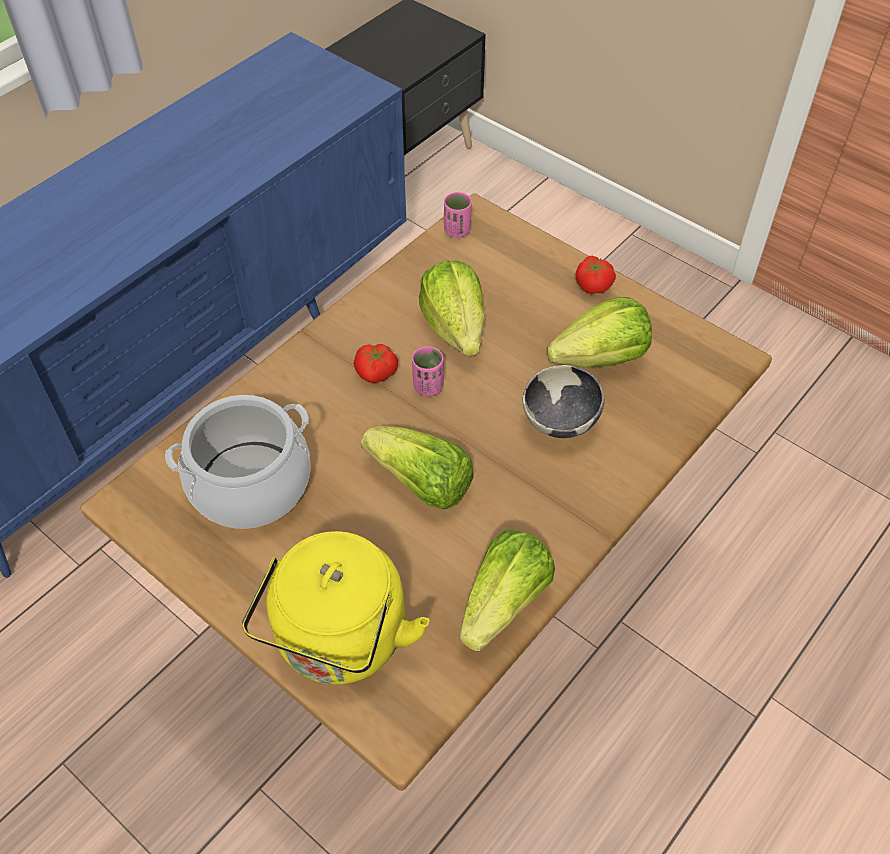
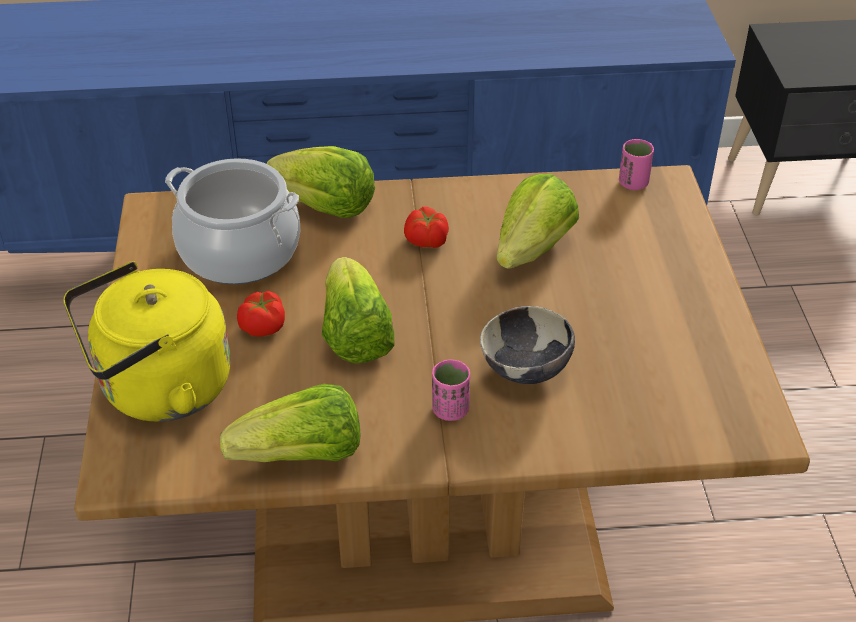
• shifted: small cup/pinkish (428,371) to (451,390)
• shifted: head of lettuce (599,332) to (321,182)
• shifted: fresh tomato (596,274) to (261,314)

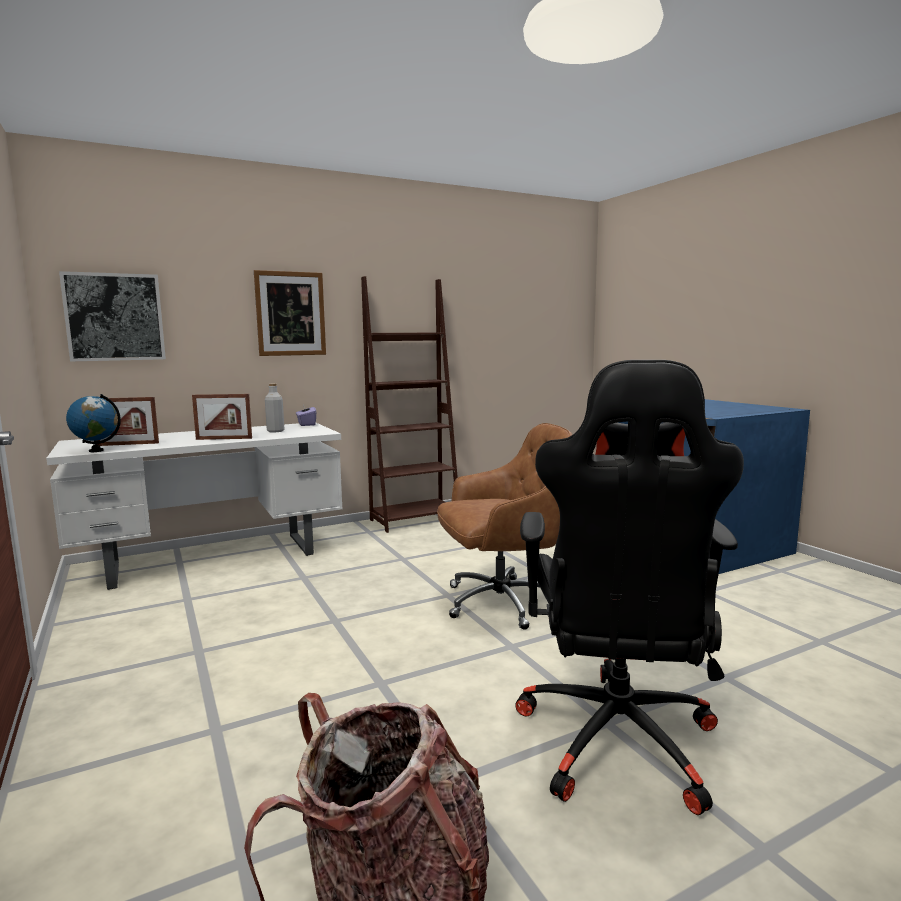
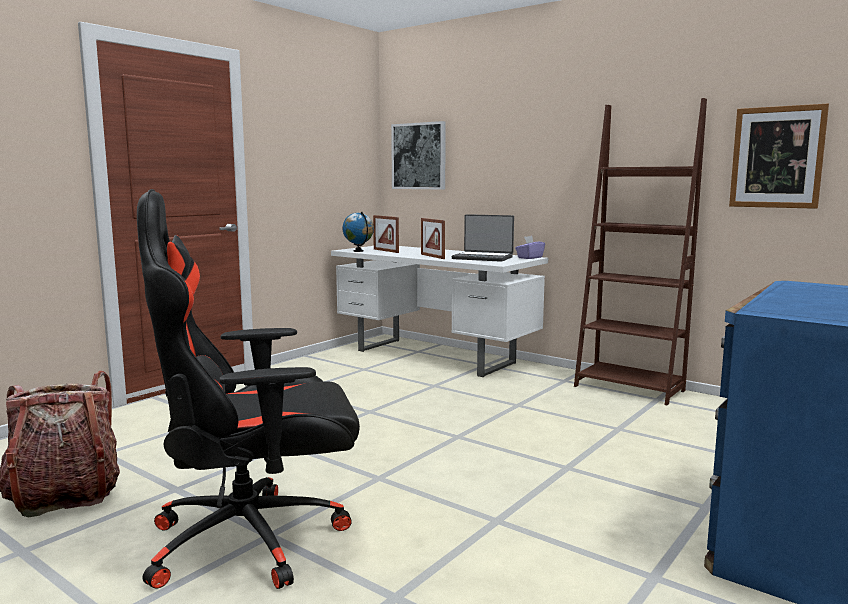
• gone: desk chair/brownish (504,526)
• shifted: wall art (290,313) to (779,156)
• swapped: bottle/greyish (274,407) to laptop (483,238)

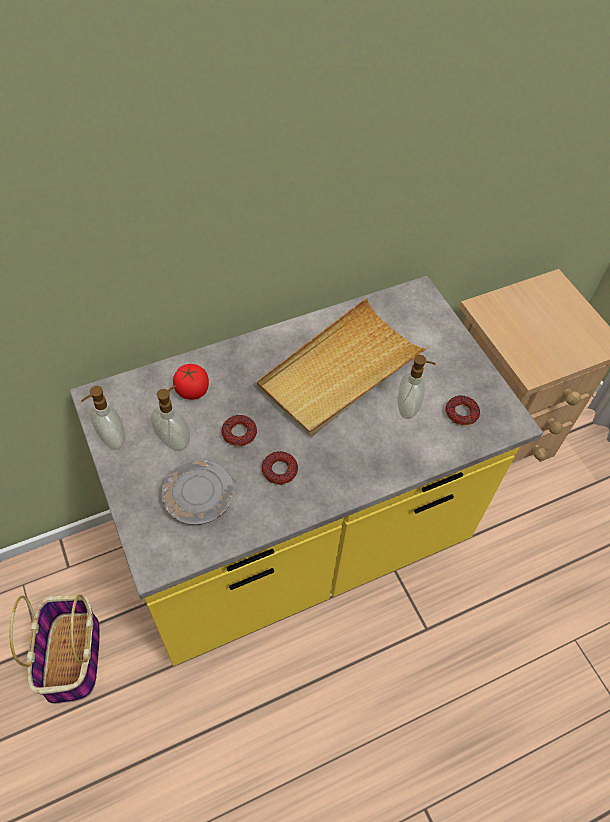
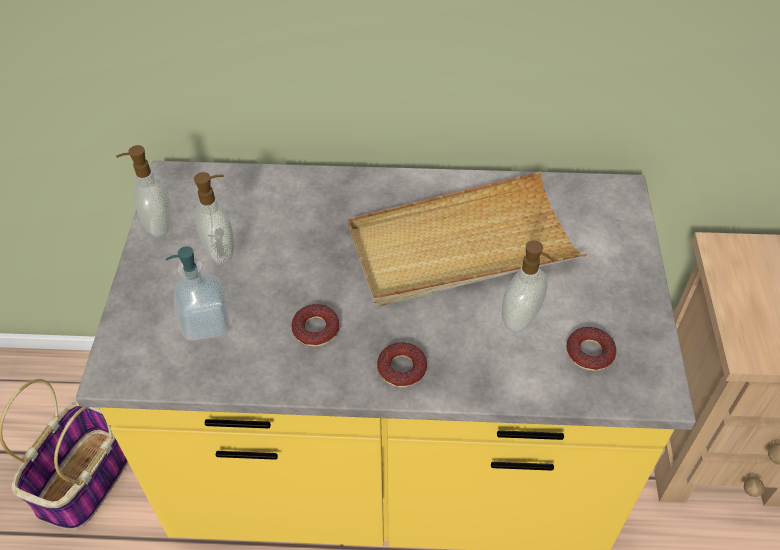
• gone: fresh tomato (191,382)
• shifted: doughnut (239,431) to (402,364)
• swapped: plate/greyish (197,492) to liquid soap bottle (197,293)

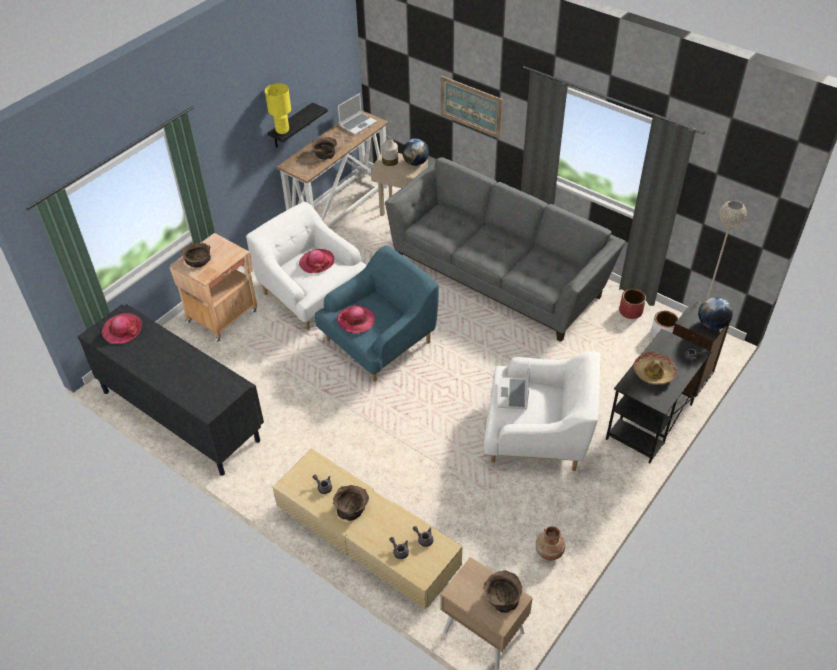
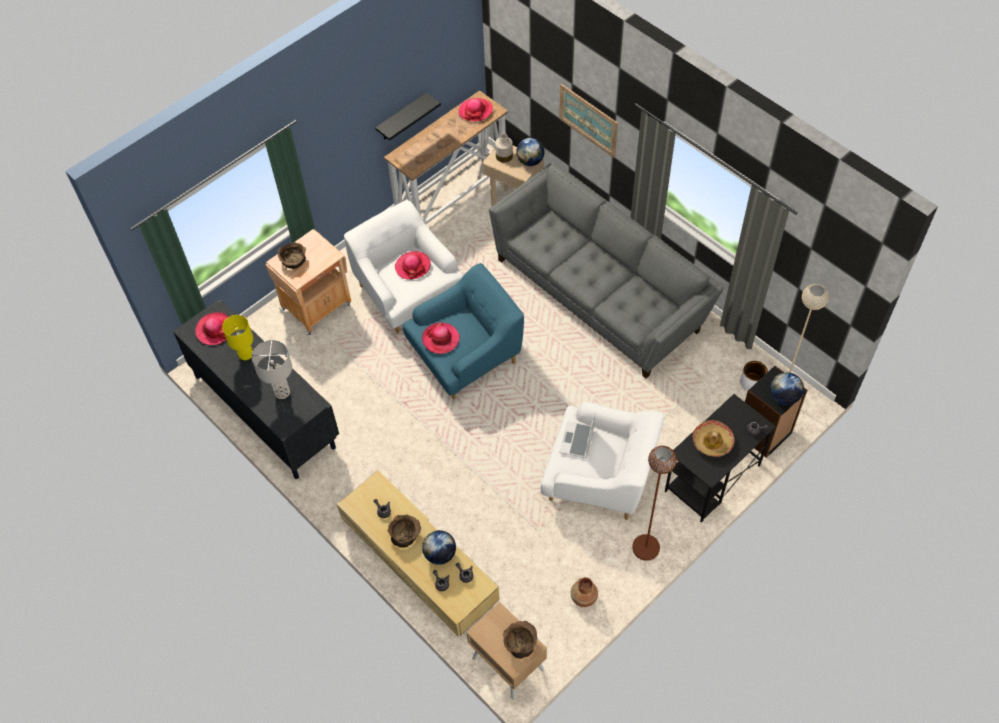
• gone: bowl/brownish (324,148)
• gone: flower pot/reddish (632,304)
• new: lamp for a table/white (272,369)
• new: desk globe (439,547)
• new: floor lamp/brownish (654,503)
• shifted: lamp for a table/yellow (278,108) to (237,337)
• swapped: laptop (357,114) to hat (475,109)

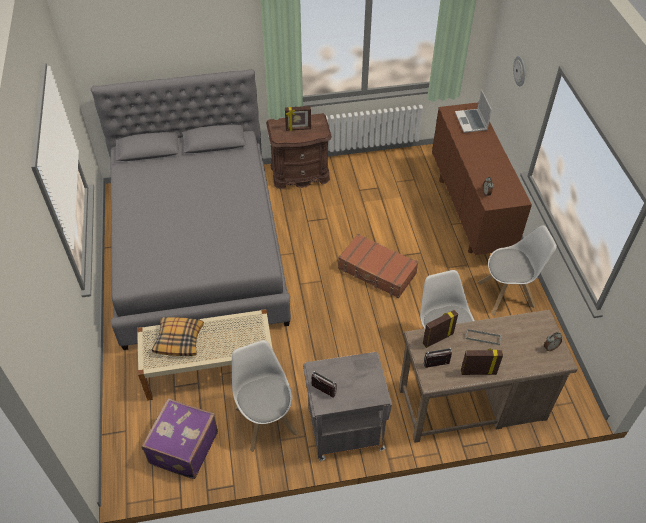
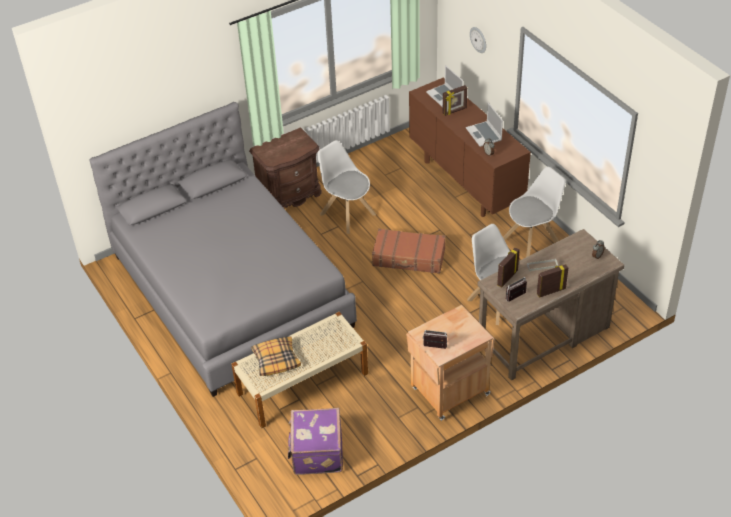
• new: laptop (484,124)
• shifted: upright chair (265,396) to (346,187)
• shifted: photo frame (298,118) to (455,100)
• repainted: trolley/greyish (347,406) to trolley/brownish (450,363)

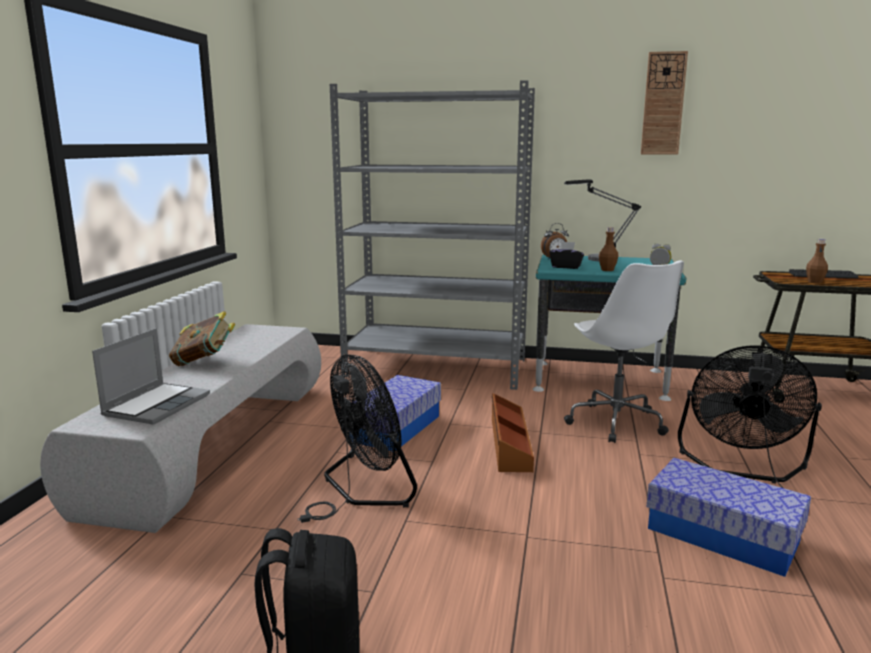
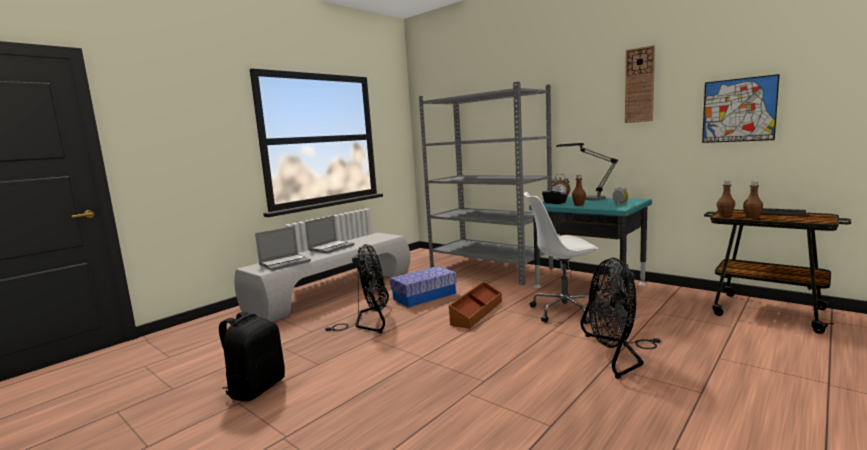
• gone: storage container (728,517)
• new: wall art (741,108)
• new: bottle/brownish (726,199)
• swapped: volume (202,338) to laptop (330,234)
• rotated: desk chair/white (624,351) = (561,258) 75 degrees clockwise
• rotated: fan/black (750,416) = (621,318) 135 degrees counterclockwise

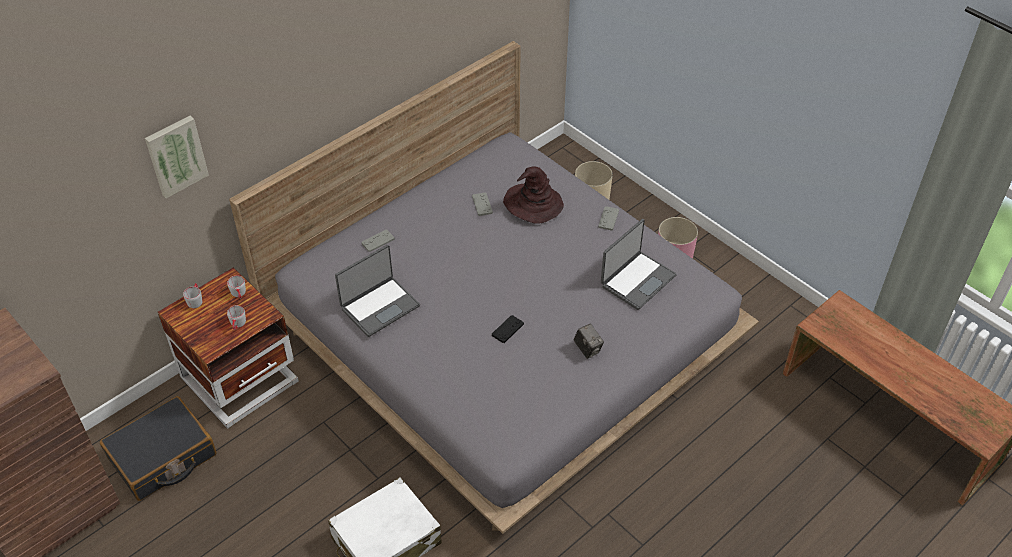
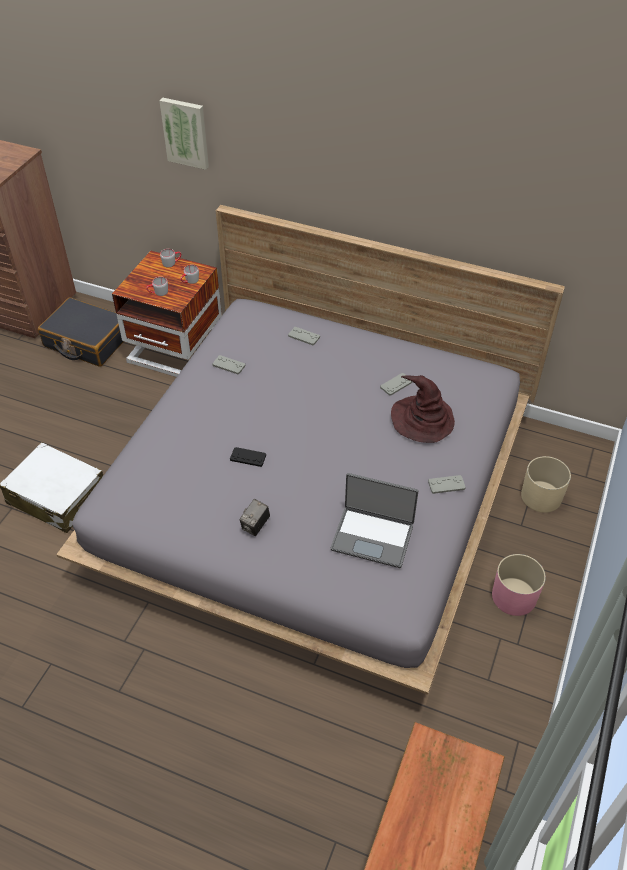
• swapped: laptop (377,291) to gamepad/greyish (229,364)

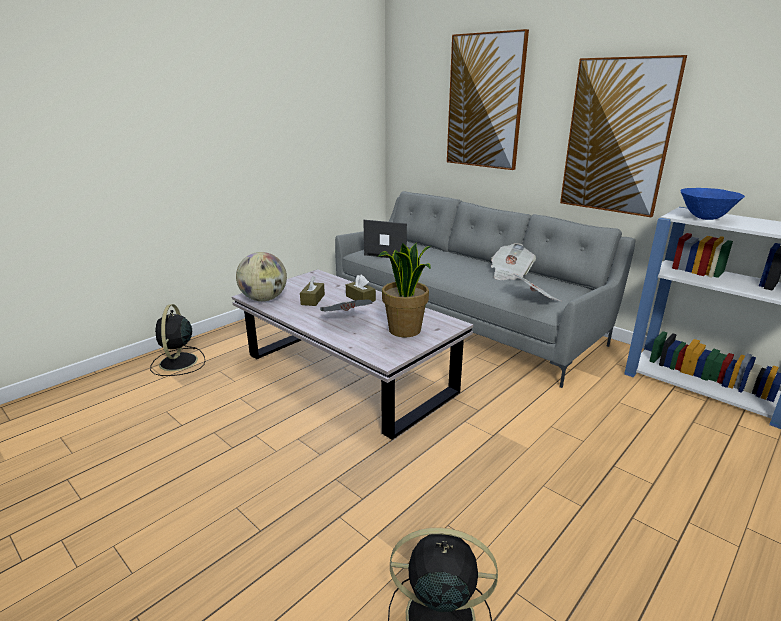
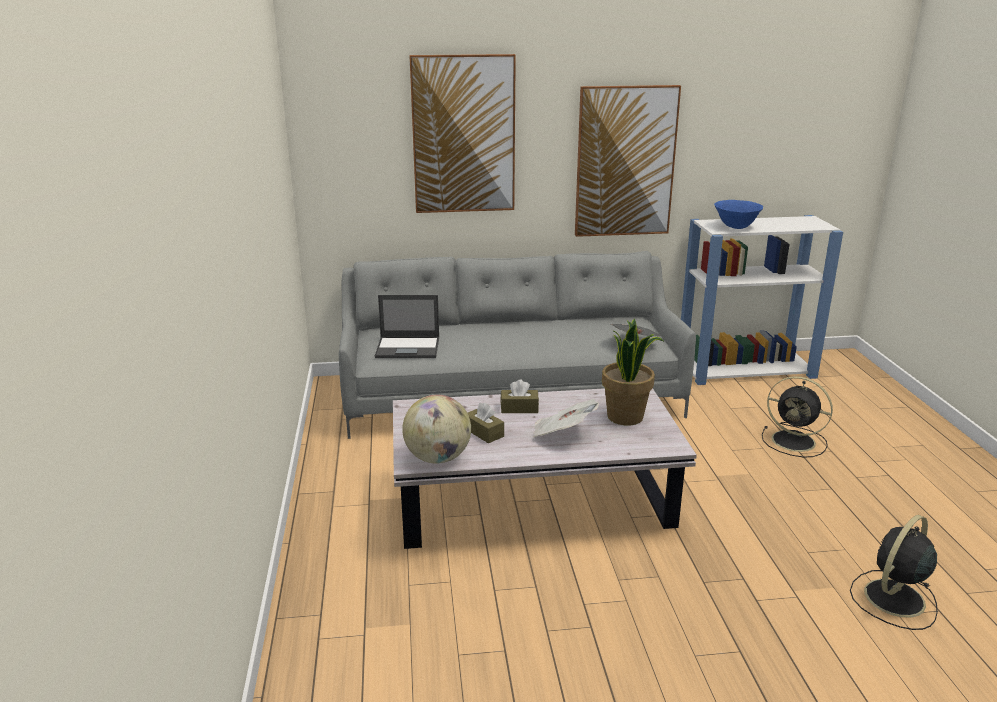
• gone: newspaper (513,261)
• shifted: fan/black (177,340) to (797,417)
• rotated: laptop (387,239) = (407,326) 150 degrees counterclockwise

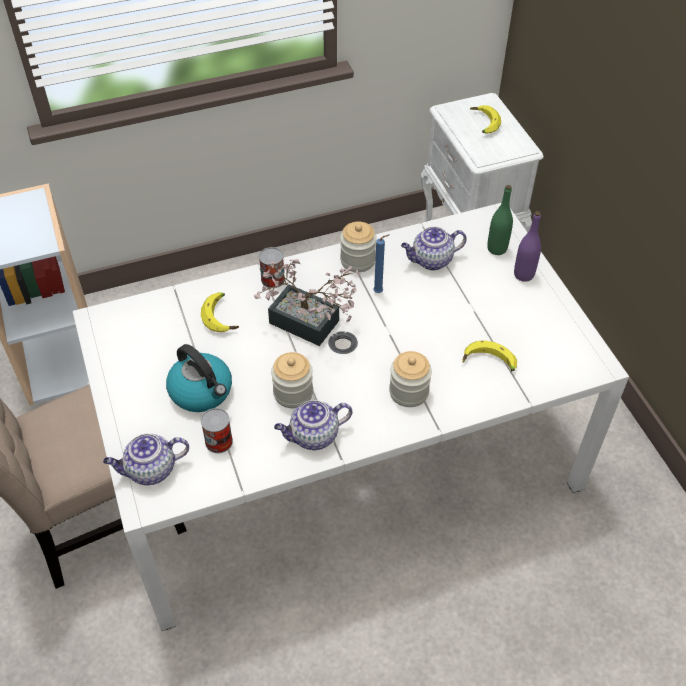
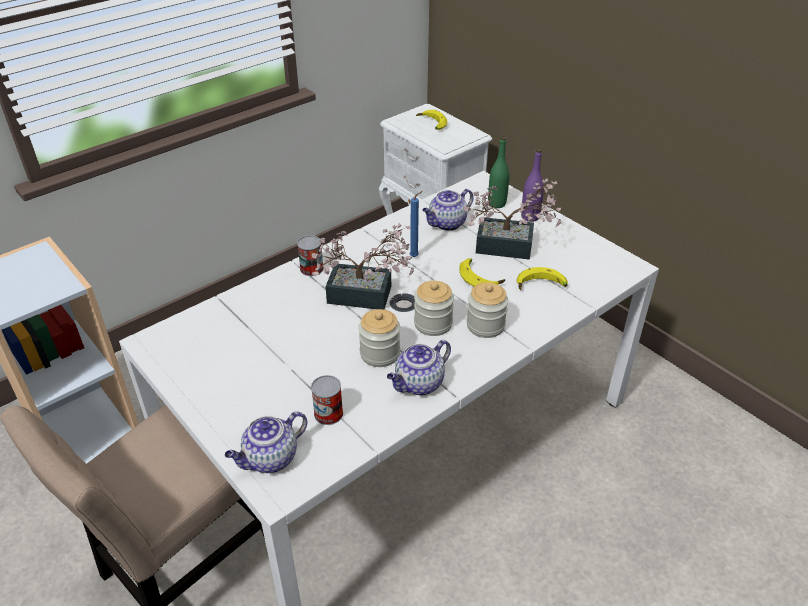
• gone: tea kettle (199,378)
• new: houseplant (512,219)
• shifted: whole banana (220,312) to (482,272)
• shifted: storage jar (358,247) to (434,308)

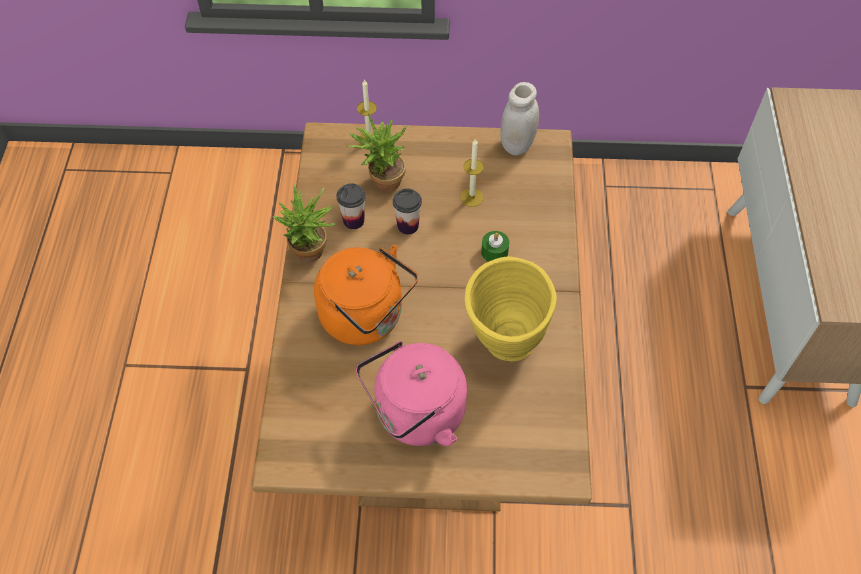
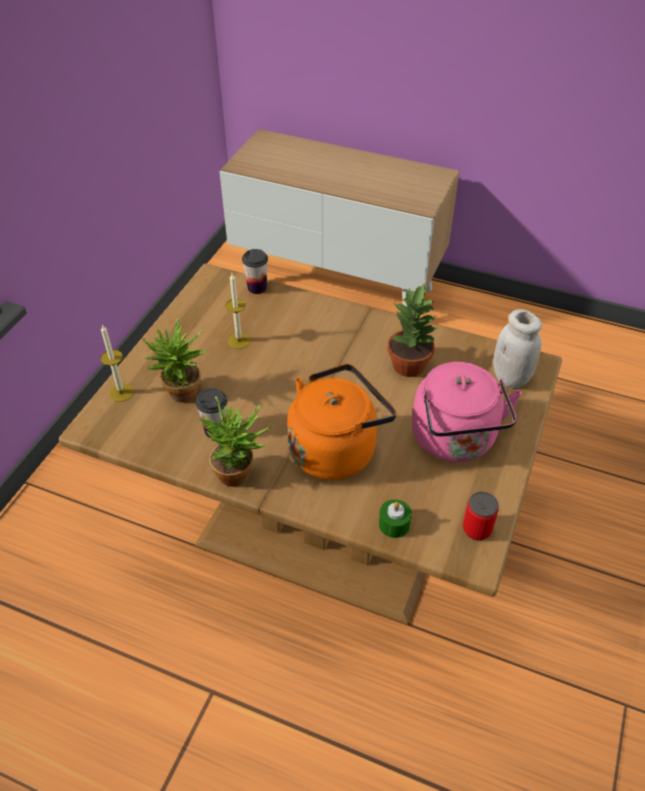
• new: metal can (481,516)
• shifted: small cup (407,211) to (255,271)
• shifted: candle/greenish (495,246) to (395,518)
• shifted: storage jar/white (519,119) to (517,348)
• swapped: decorative vase/yellow (511,308) to houseplant (412,330)

